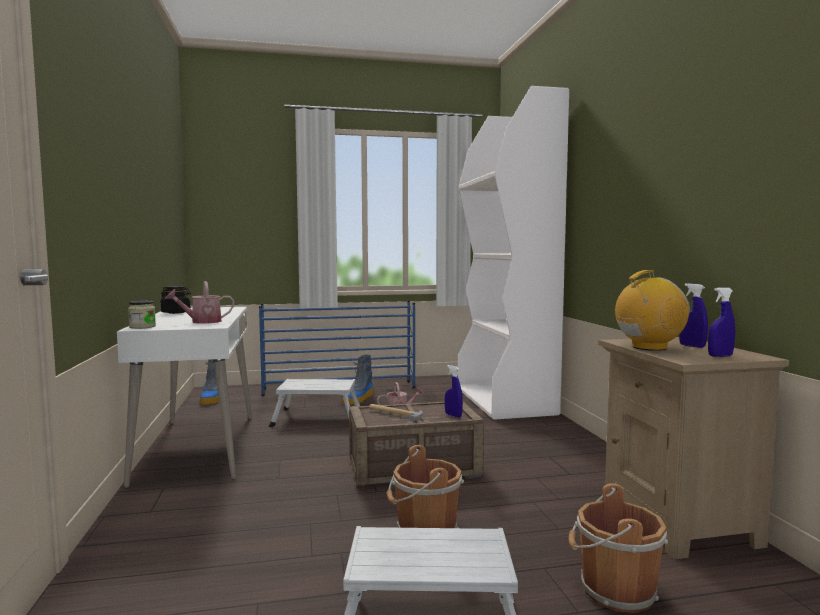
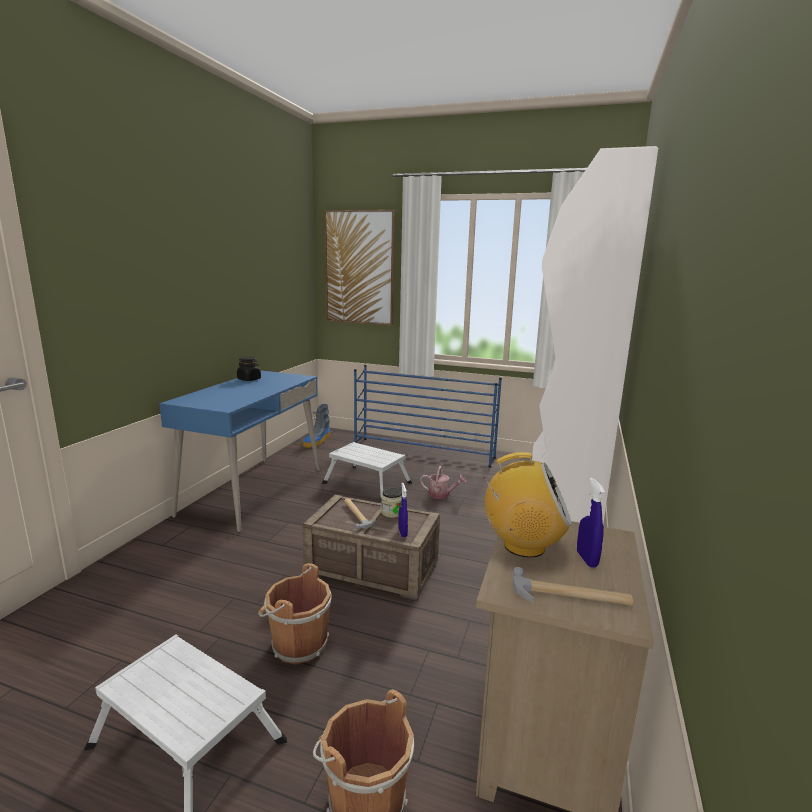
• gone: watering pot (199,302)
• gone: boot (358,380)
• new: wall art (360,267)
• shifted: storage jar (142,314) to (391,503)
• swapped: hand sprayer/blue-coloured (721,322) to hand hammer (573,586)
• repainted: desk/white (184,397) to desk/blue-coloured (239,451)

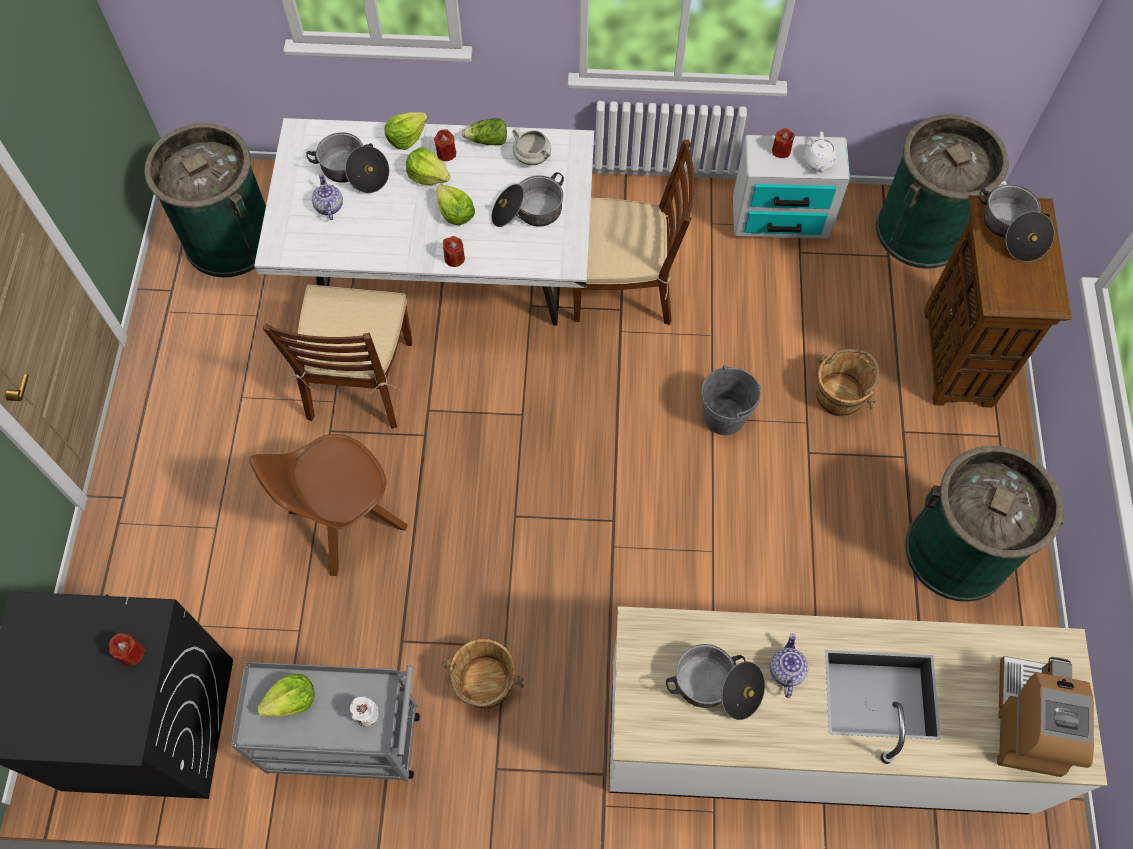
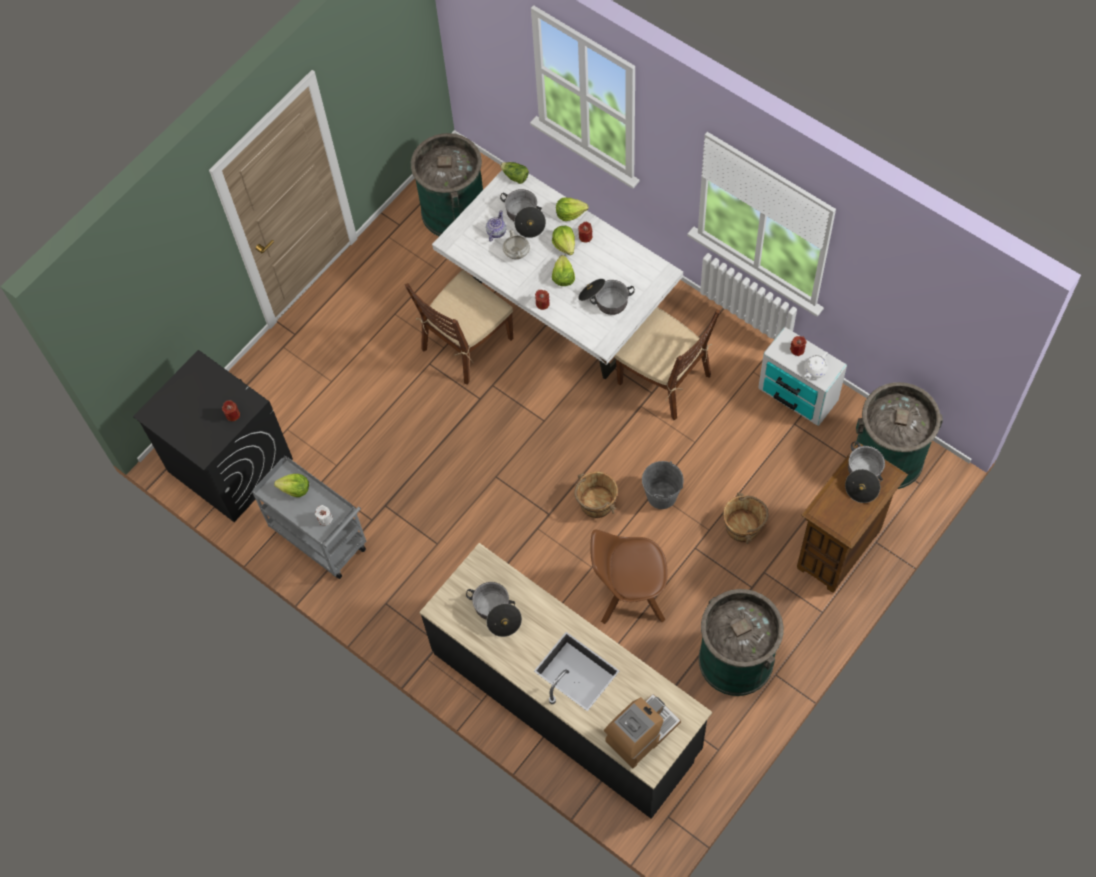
• gone: teapot (789,665)
• shifted: upright chair/brownish (328,505) to (629,577)
• shifted: pail/brownish (483,673) to (596,495)
• shifted: head of lettuce (484,131) to (514,173)
• shifted: cooking pot/white (531,146) to (516,244)
• repainted: kitchen base unit/white (858,710) to kitchen base unit/black (565,681)

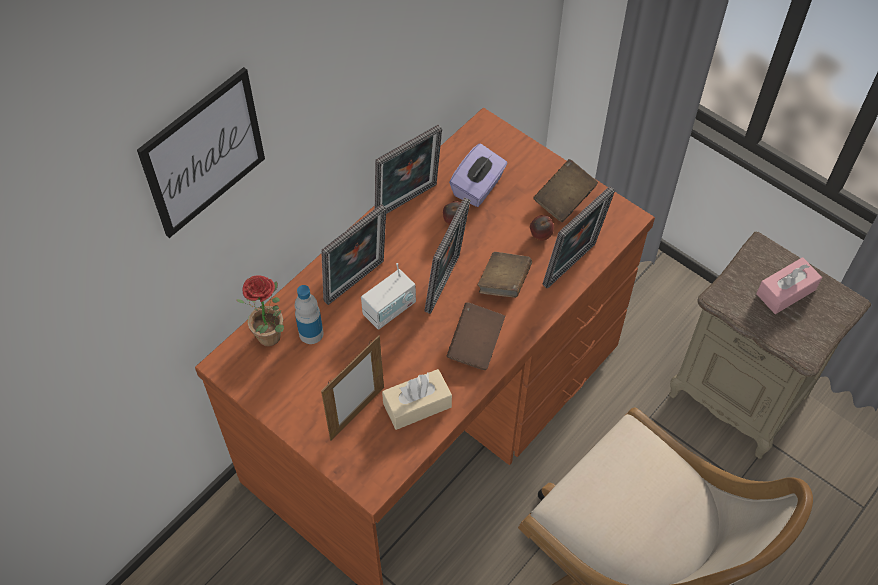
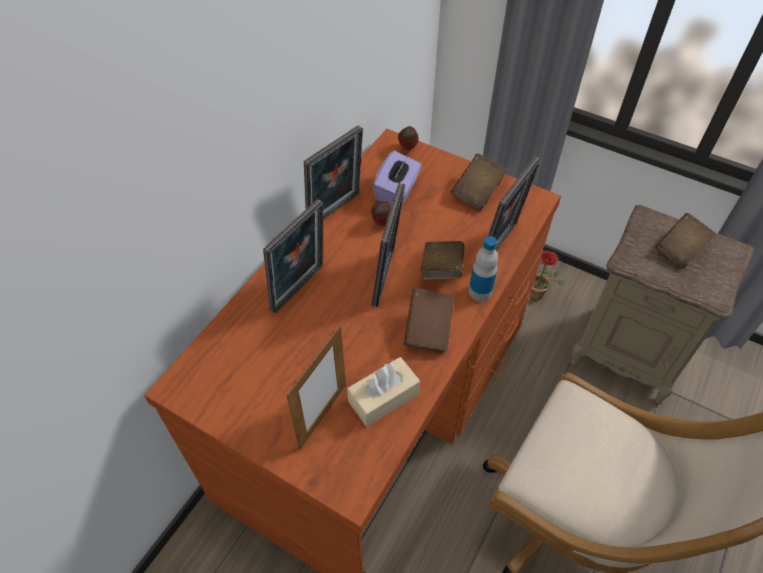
• gone: wall art (201,152)
• gone: radio set (388,296)
• shifted: houseplant (260,311) to (547,275)
• shifted: bottle (309,314) to (483,269)
• shifted: apple fruit (542,228) to (408,138)
• swapped: box of tissues/pinkish (789,285) to volume/brownish (686,240)

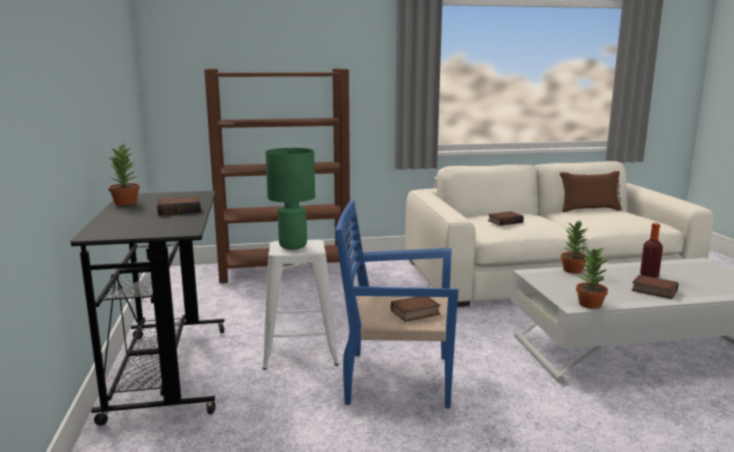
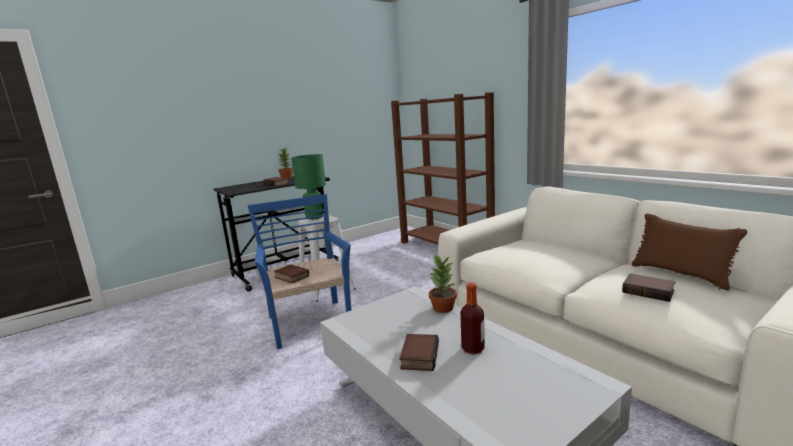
• gone: houseplant (592,278)
• shifted: volume (506,218) to (648,288)

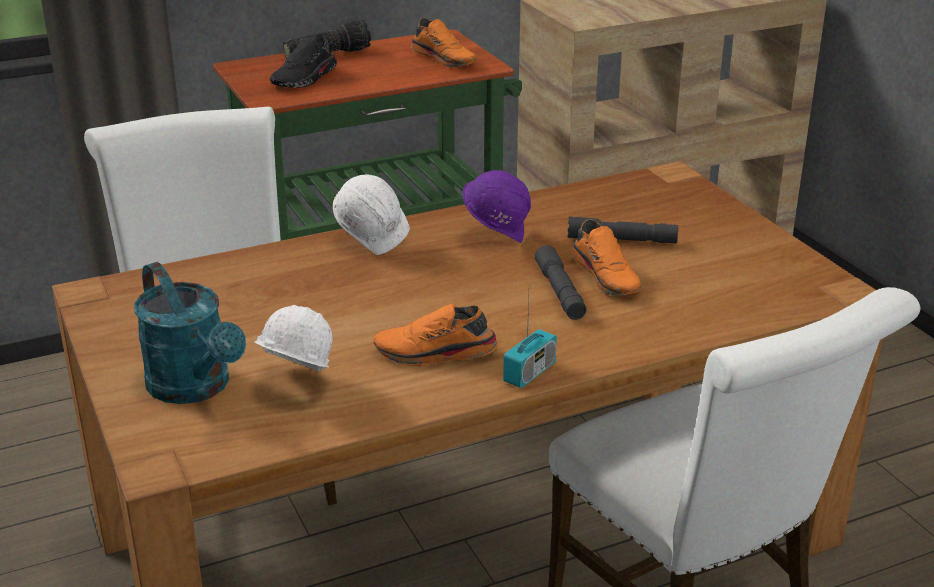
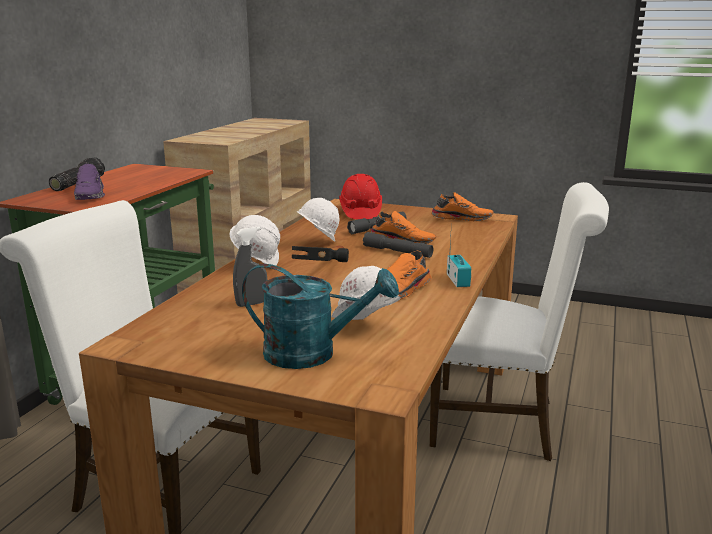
• new: hand sprayer/greyish (250,267)
• new: hand hammer (320,253)
• new: safety helmet/reddish (360,196)
• shifted: shoe/orange-coloured (444,42) to (462,207)
• repainted: shoe/black (303,61) to shoe/purple (89,181)
• repainted: safety helmet/purple (497,206) to safety helmet/white (318,220)

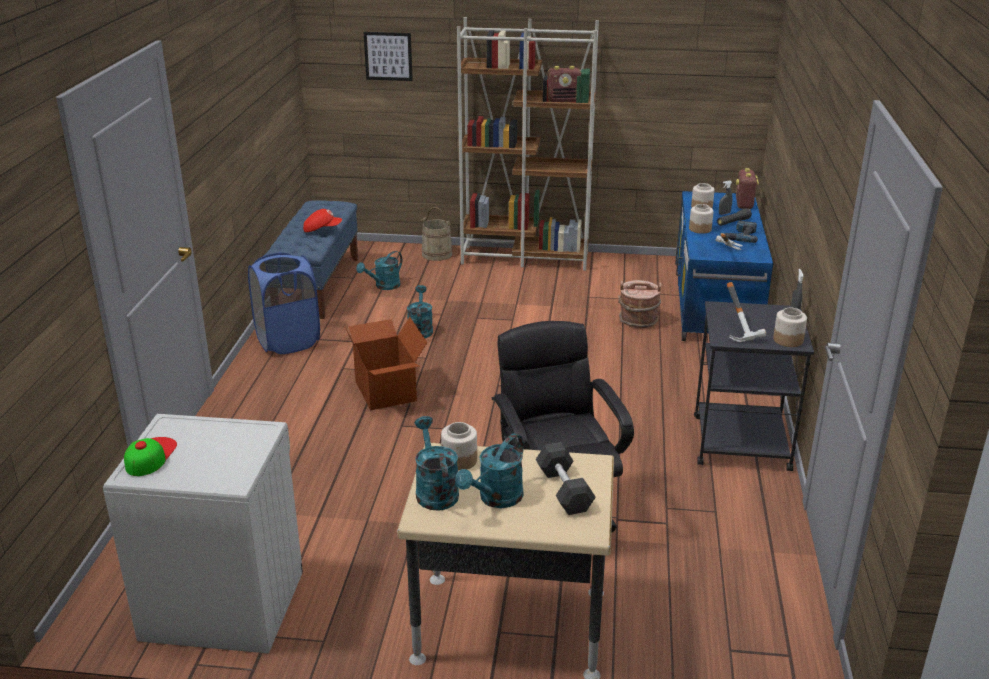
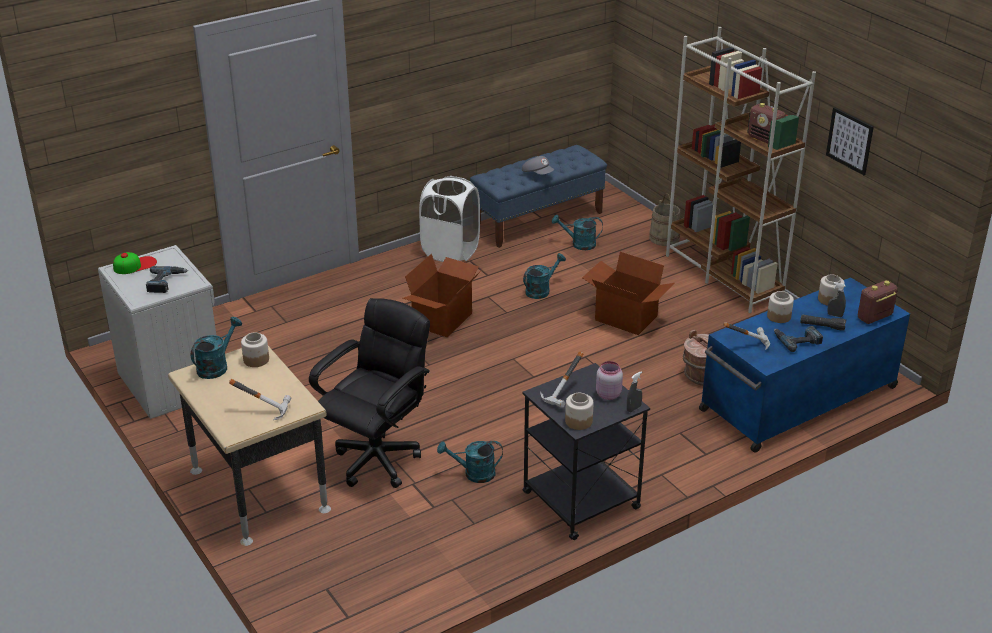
• new: electric drill (167,279)
• new: packing box (628,293)
• new: storage jar/pinkish (609,380)
• shifted: wall art (388,56) to (850,141)
• shifted: watering pot/blue-green (489,471) to (470,462)
• swapped: hand weight/greyish (566,479) to hand hammer (260,399)
• repainted: hamper/blue-coloured (284,303) to hamper/white (449,219)
• repainted: cap/reddish (322,220) to cap/greyish (538,165)

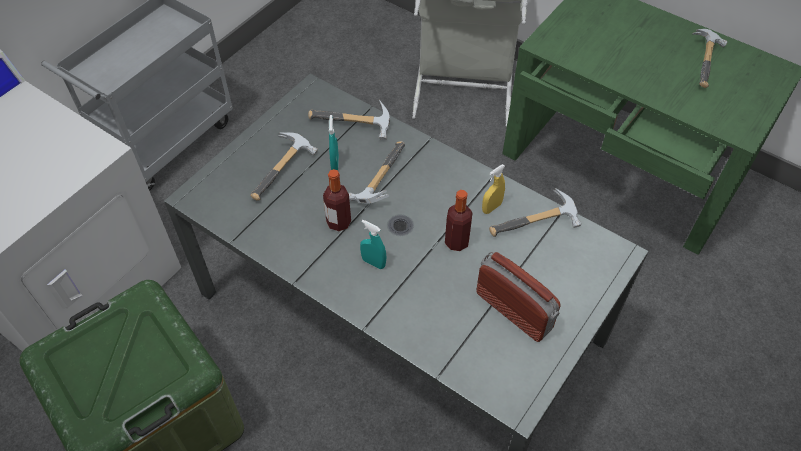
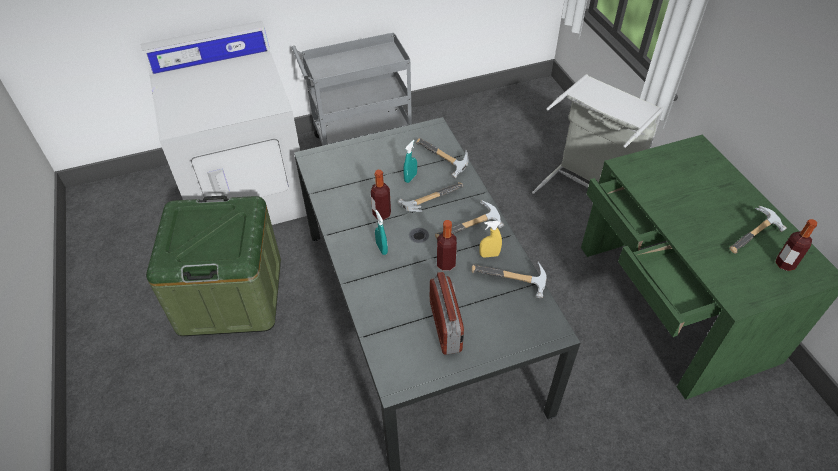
• new: bottle (796,245)
• shifted: hand hammer (284,166) to (469,219)

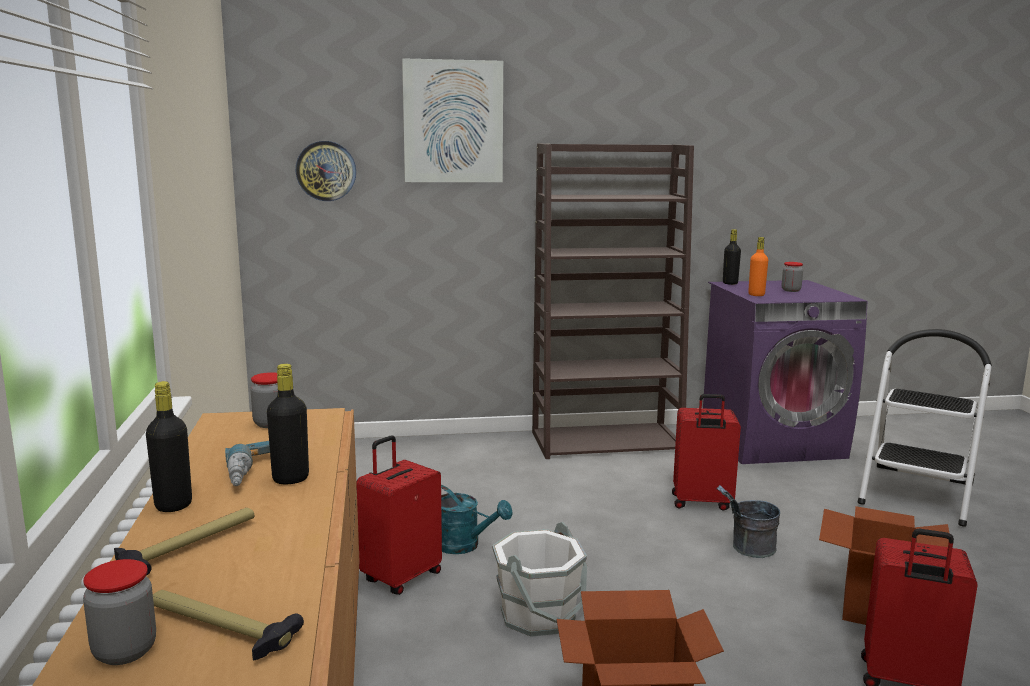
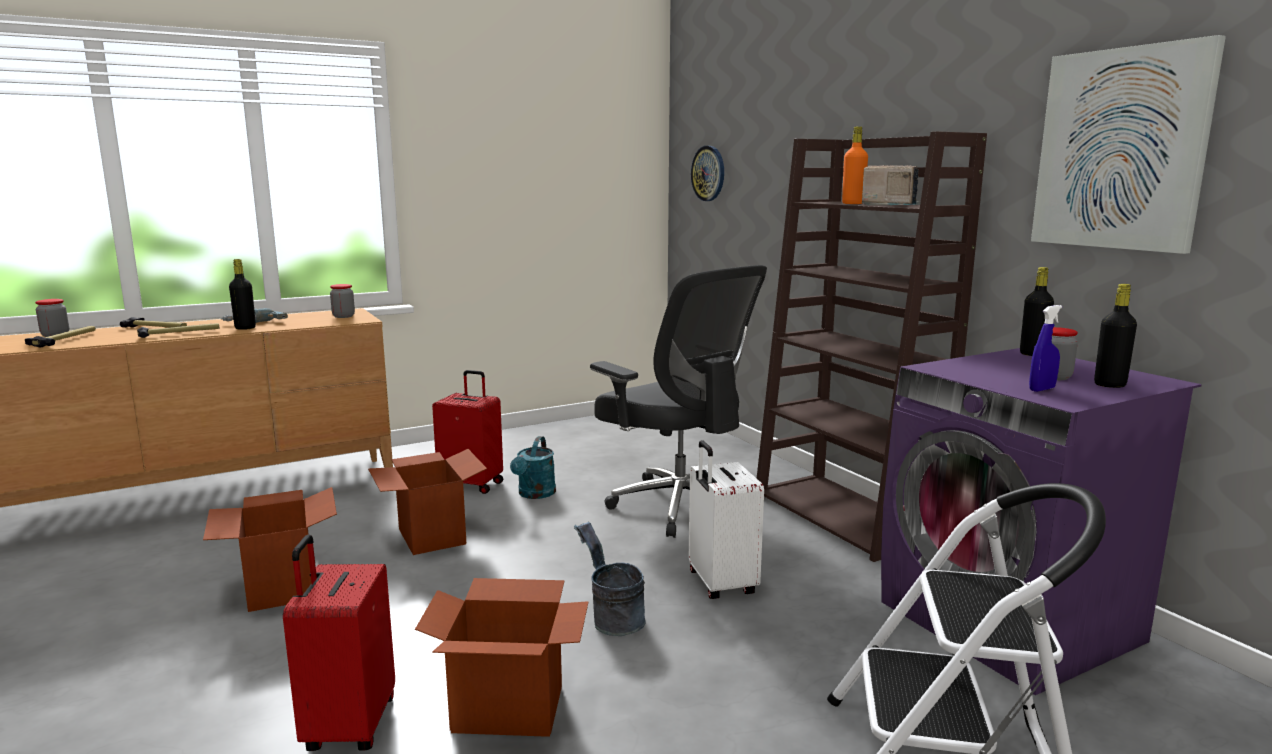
• new: hand hammer (178,330)
• new: desk chair (678,401)
• new: radio set (890,185)
• new: hand sprayer/blue-coloured (1045,348)
• shifted: bottle/black (169,446) to (1115,336)
• shifted: wall art (452,120) to (1128,144)
• shifted: bottle/orange-coloured (758,266) to (855,165)
• swapped: pail/white (539,579) to packing box (427,502)
• repainted: suitcase/reddish (706,452) to suitcase/white (726,519)

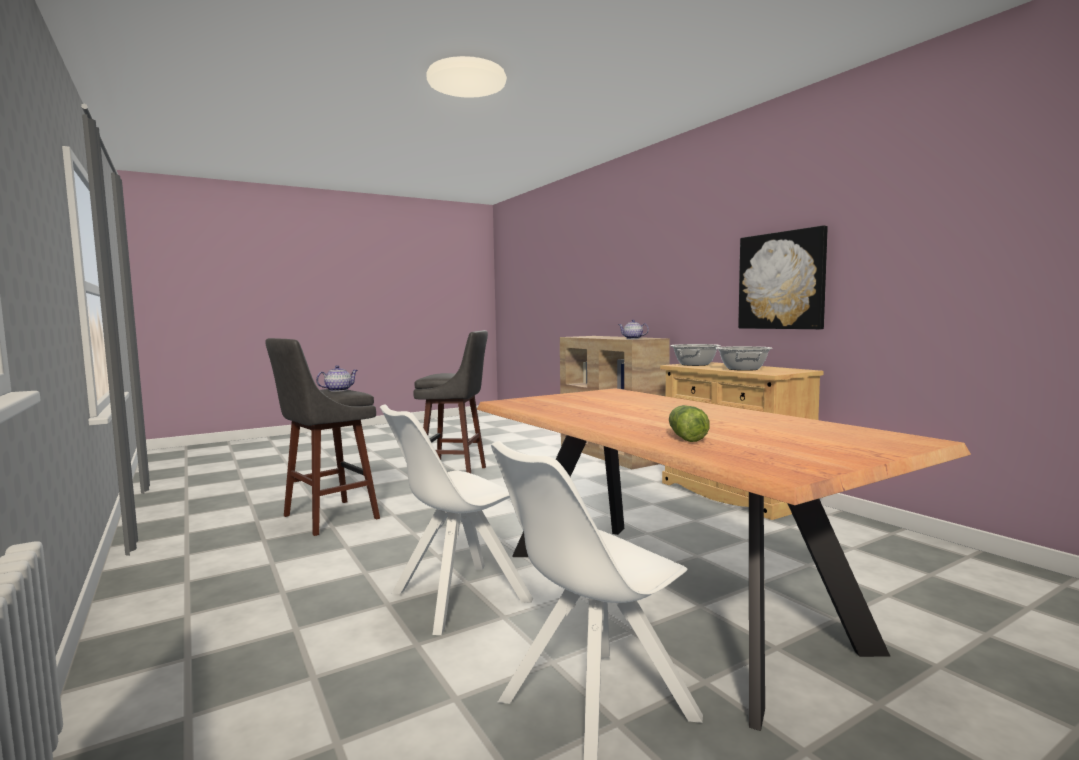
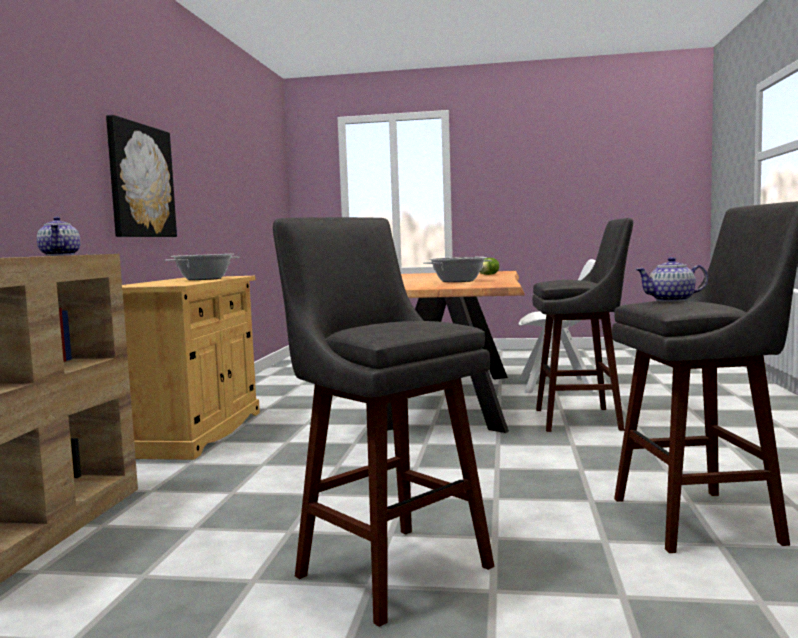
• shifted: cooking pot (695,355) to (457,269)
• swapped: upright chair/white (456,519) to stool/greyish (582,325)

